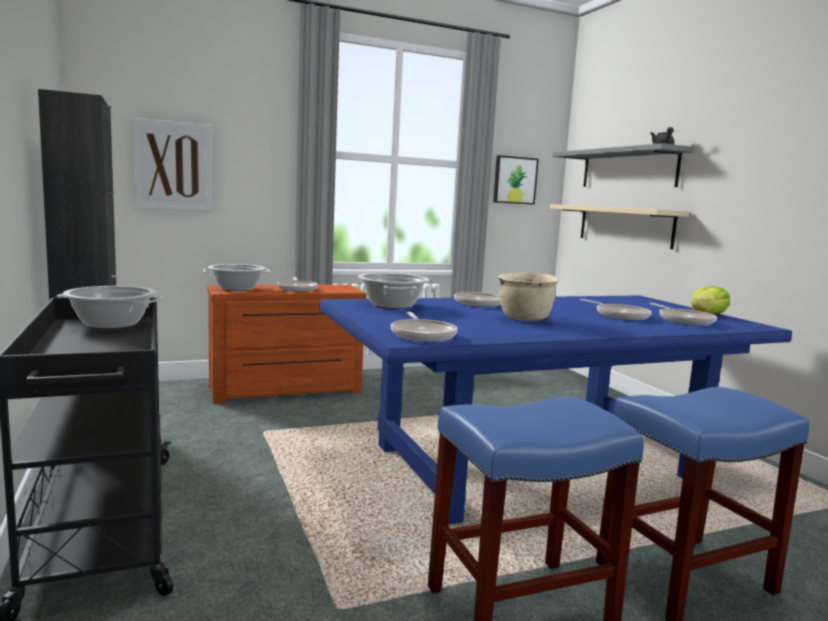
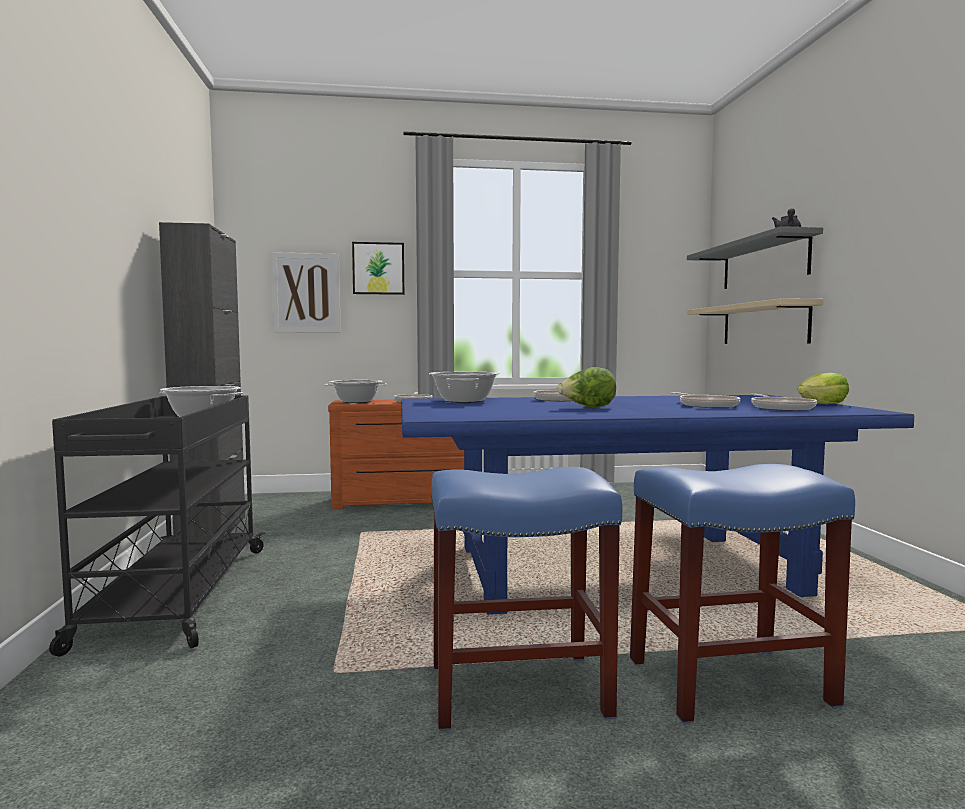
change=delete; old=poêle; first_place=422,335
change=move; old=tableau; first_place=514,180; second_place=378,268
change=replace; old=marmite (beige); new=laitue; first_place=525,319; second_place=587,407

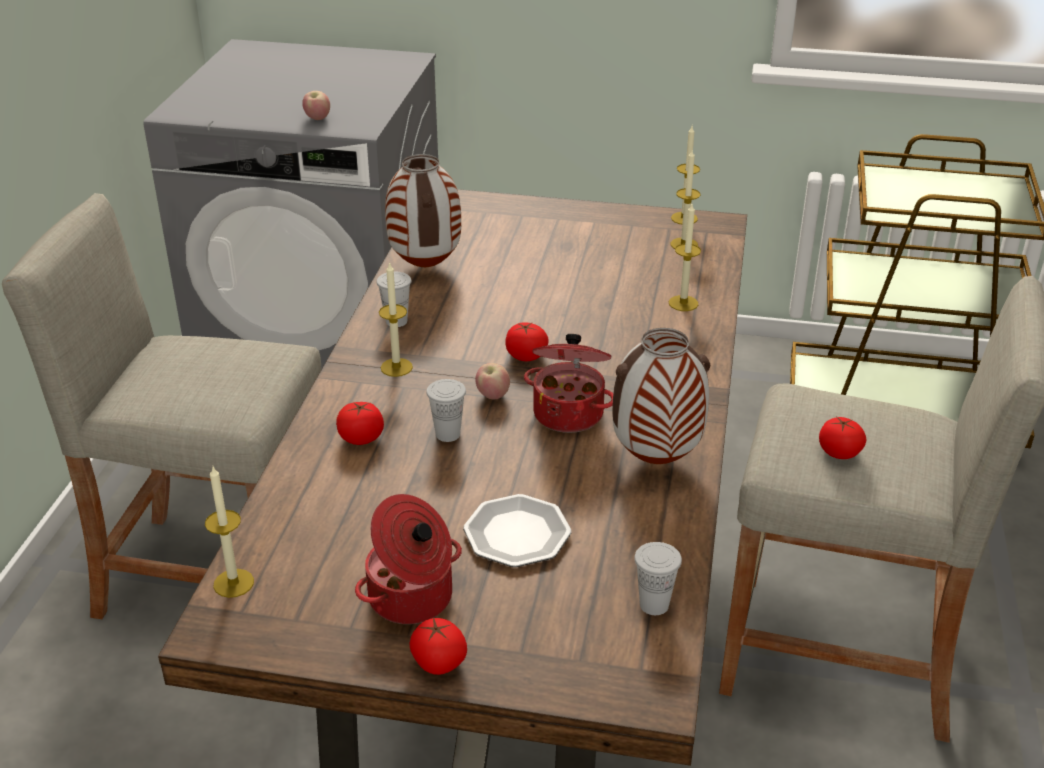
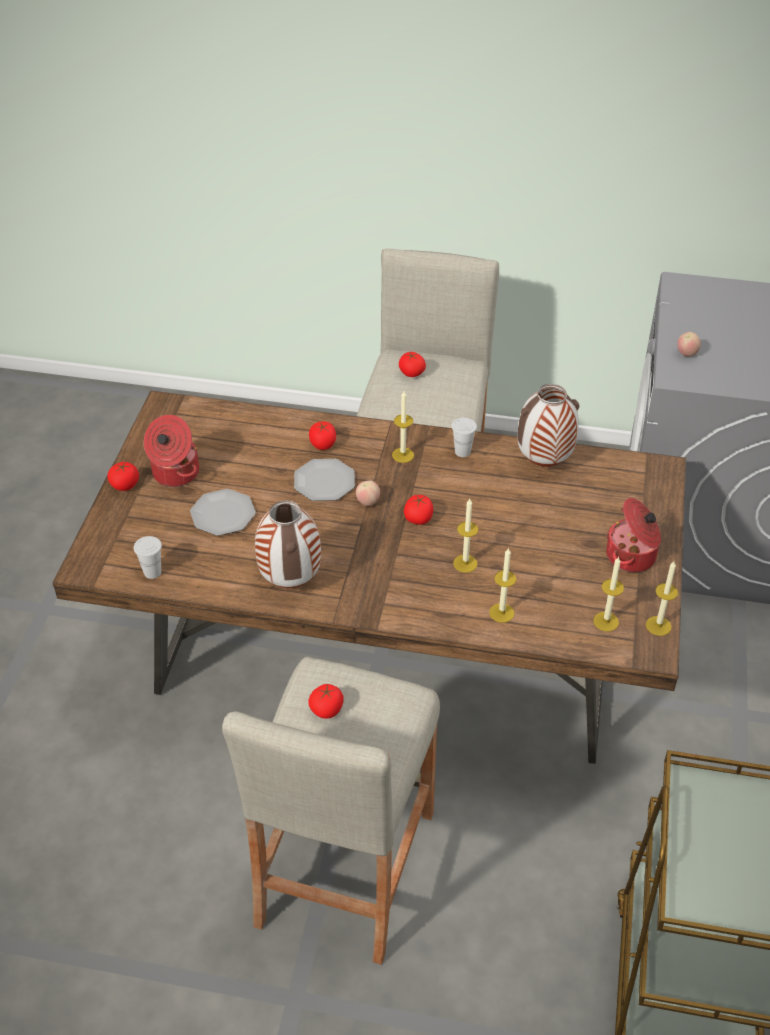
change=move; old=bougie; first_place=233,583; second_place=465,563
change=replace; old=tasse (blanc); new=assiette; first_place=448,434; second_place=325,482
change=move; old=marmite; first_place=569,413; second_place=632,556
change=insert; new=tomate; second_place=411,373

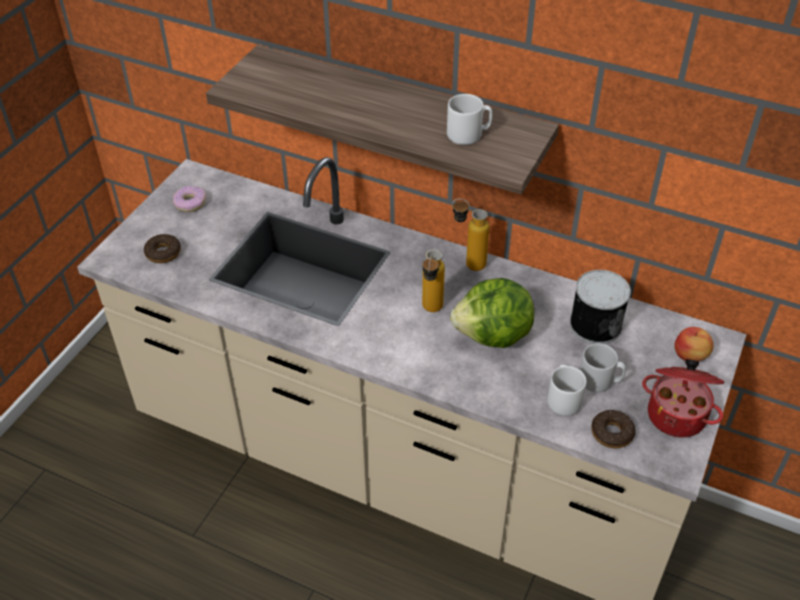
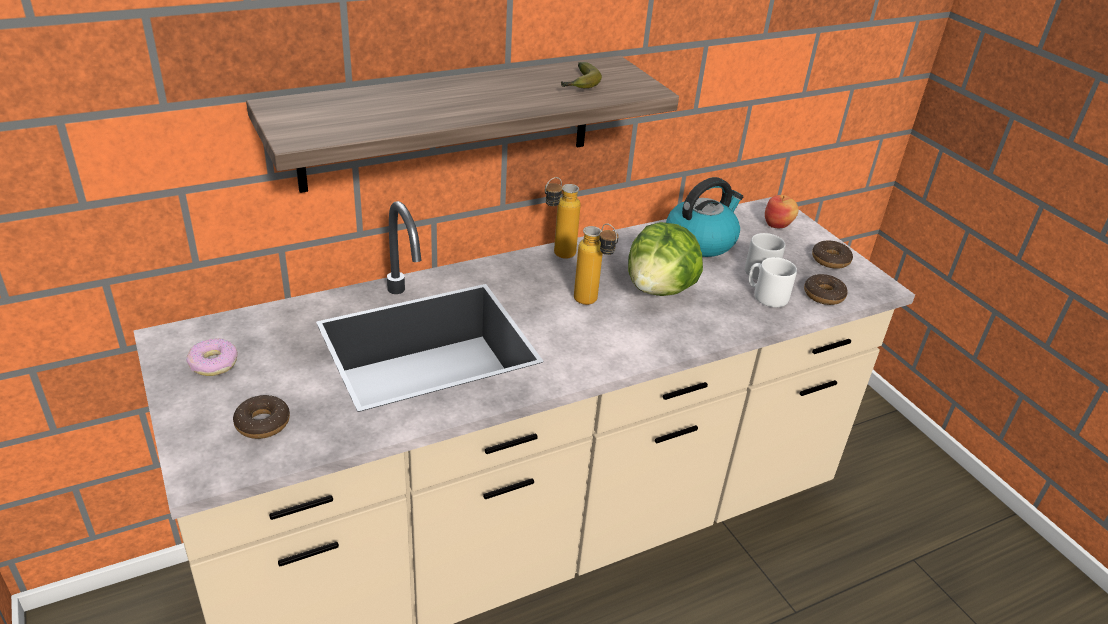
change=replace; old=mug (blanc); new=banane; first_place=468,135; second_place=580,84
change=replace; old=boîte métallique; new=bouilloire; first_place=594,324; second_place=701,241
change=replace; old=marmite; new=beignet; first_place=677,414; second_place=830,260

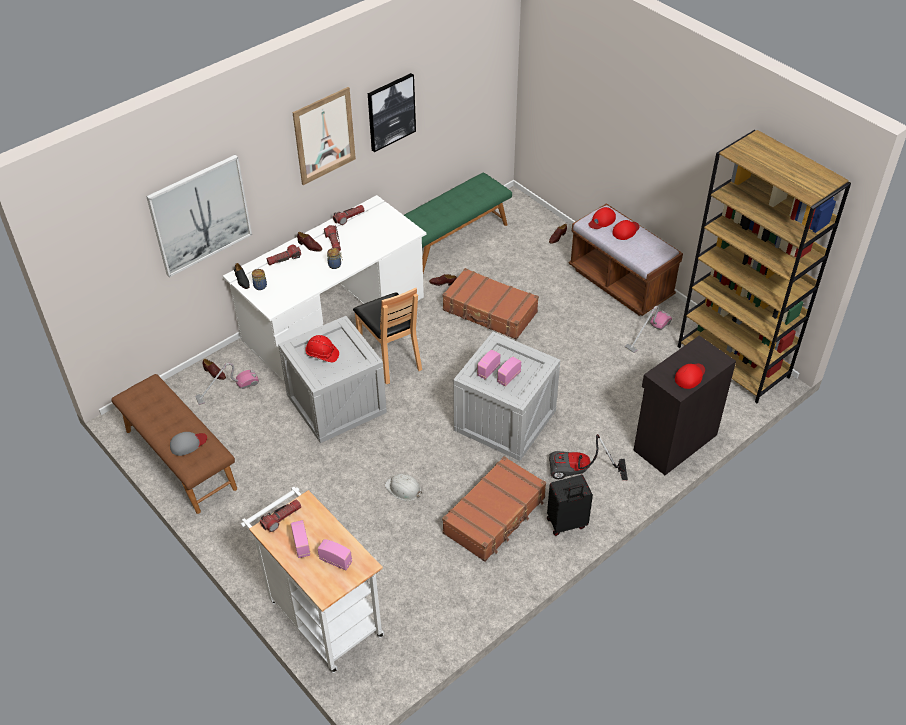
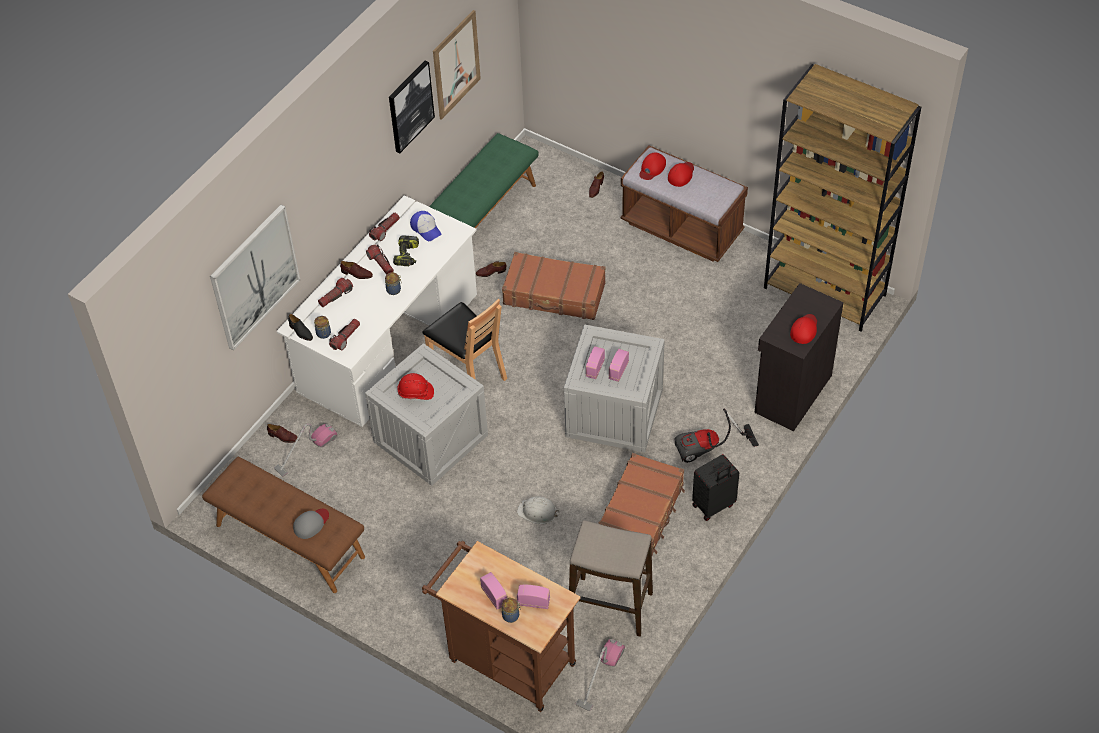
change=recolor; old=chariot (blanc); new=chariot (marron); first_place=321,614; second_place=505,659
change=move; old=lampe de poche; first_place=281,518; second_place=345,338
change=move; old=tableau; first_place=324,136; second_place=456,64
change=move; old=aspirateur; first_place=647,334; second_place=600,676
change=insert; new=perceuse; second_place=407,256
change=insert; new=casquette; second_place=426,229
change=insert; new=bocal; second_place=511,616
change=insert; new=tabouret; second_place=610,607

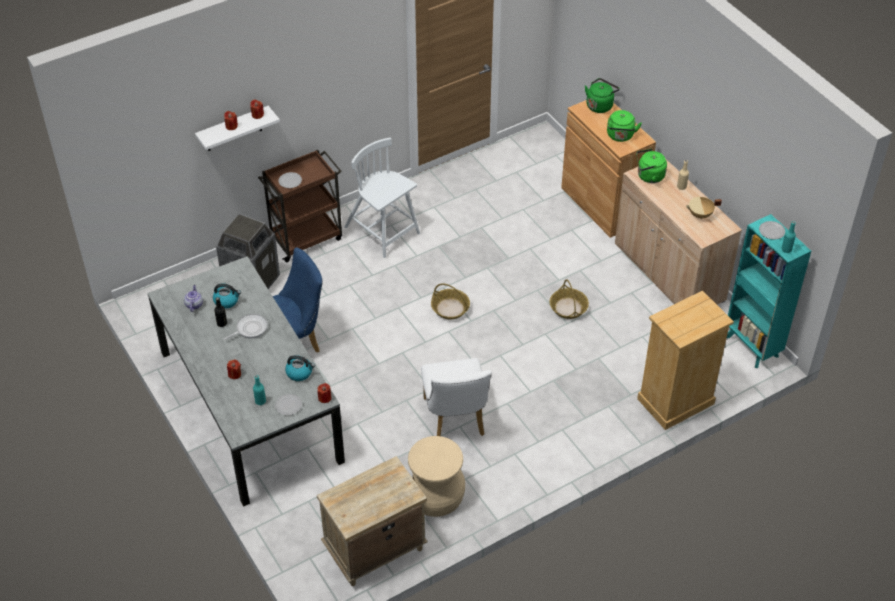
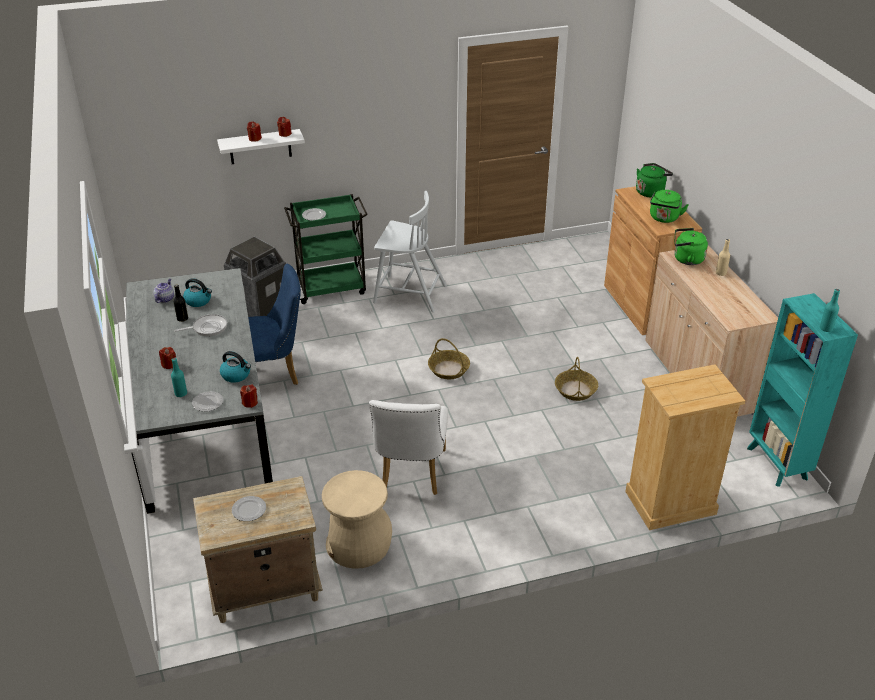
change=recolor; old=chariot (marron); new=chariot (vert); first_place=306,238; second_place=331,288
change=rotate; old=chaise (blanc); first_place=383,231; second_place=408,294; degrees=135
change=delete; old=marmite (beige); first_place=700,215
change=move; old=assiette; first_place=771,231; second_place=249,510

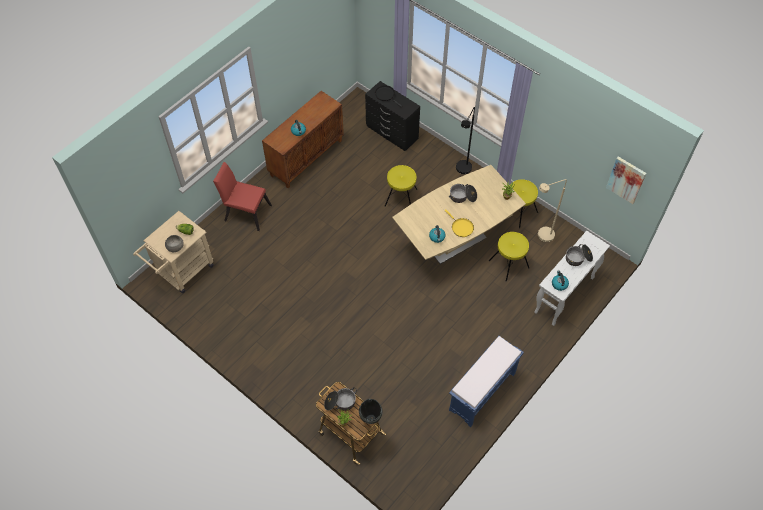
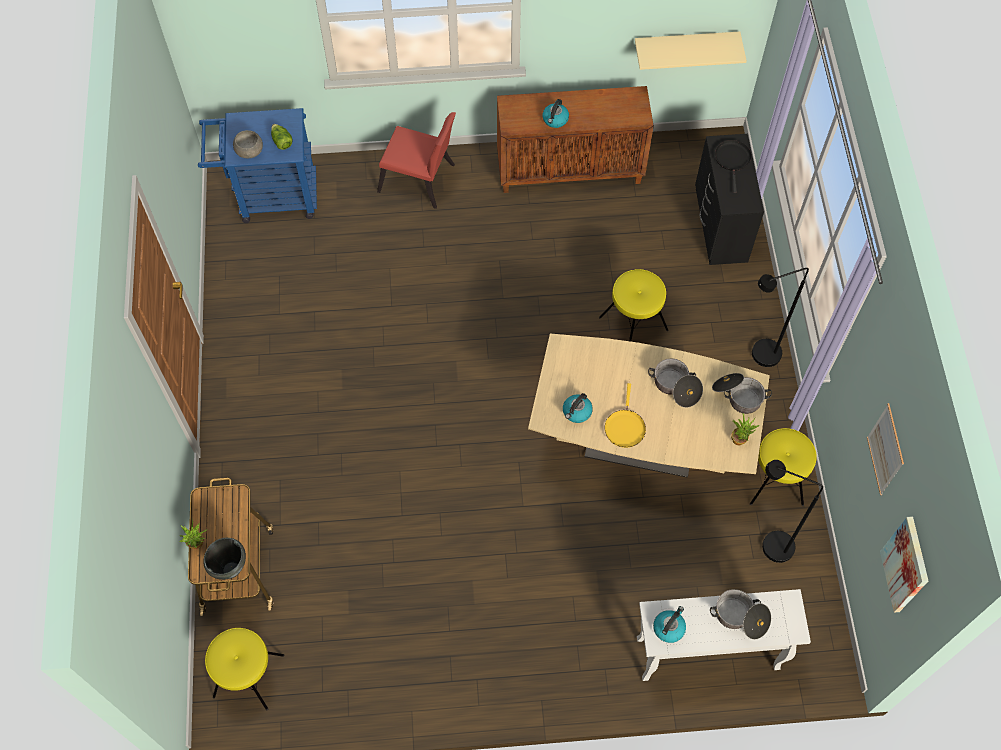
change=recolor; old=chariot (beige); new=chariot (bleu); first_place=182,272; second_place=270,197
change=rotate; old=chaise (rouge); first_place=245,211; second_place=421,181; degrees=135
change=move; old=marmite; first_place=340,402; second_place=738,396
change=delete; old=banc (bleu); first_place=482,392
change=move; old=tabouret (jaune); first_place=509,264; second_place=248,676
change=recolor; old=lampadaire (beige); new=lampadaire (noir); first_place=541,237; second_place=768,545
change=insert; new=étagère (beige); second_place=685,45
change=insert; new=tableau; second_place=885,449

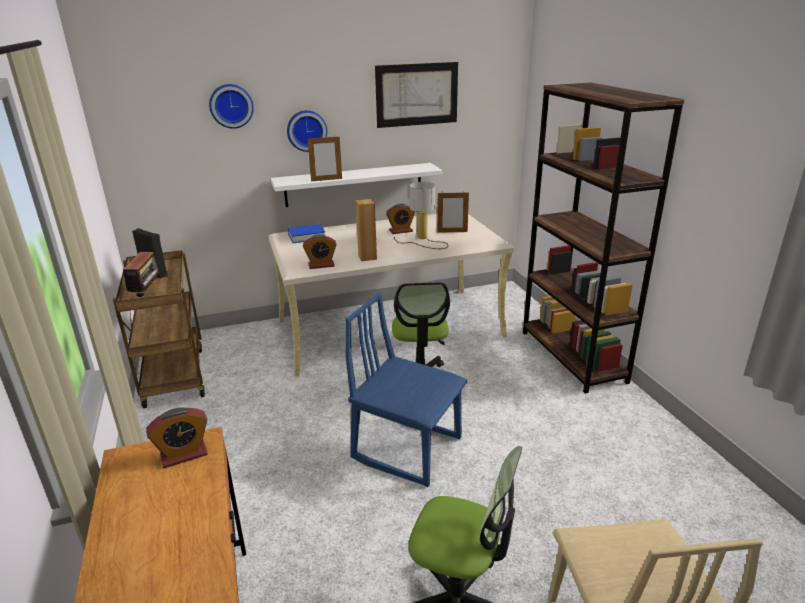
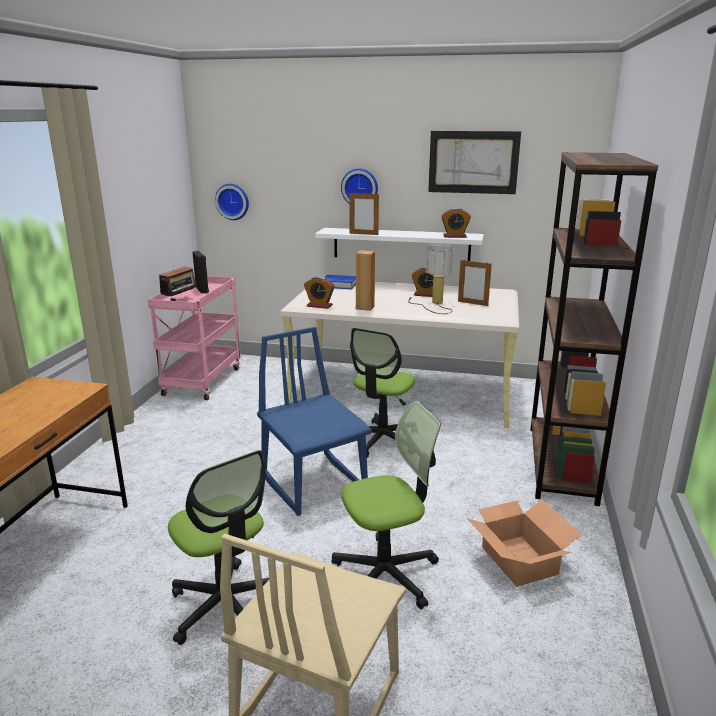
change=recolor; old=chariot (marron); new=chariot (rose); first_place=173,375; second_place=202,380
change=move; old=réveil; first_place=184,455; second_place=454,236
change=move; old=horloge murale; first_place=231,106; second_place=233,201
change=insert; new=chaise de bureau; second_place=386,574
change=insert; new=carton; second_place=519,559

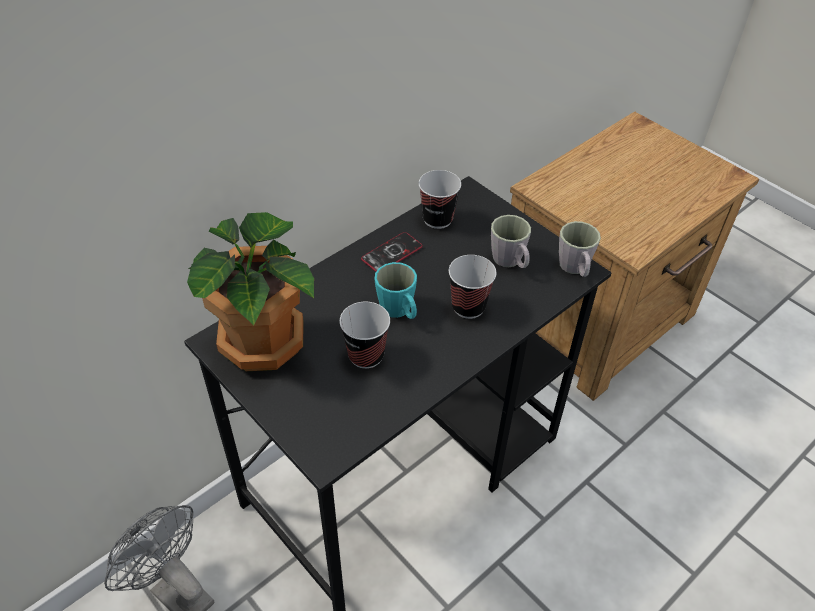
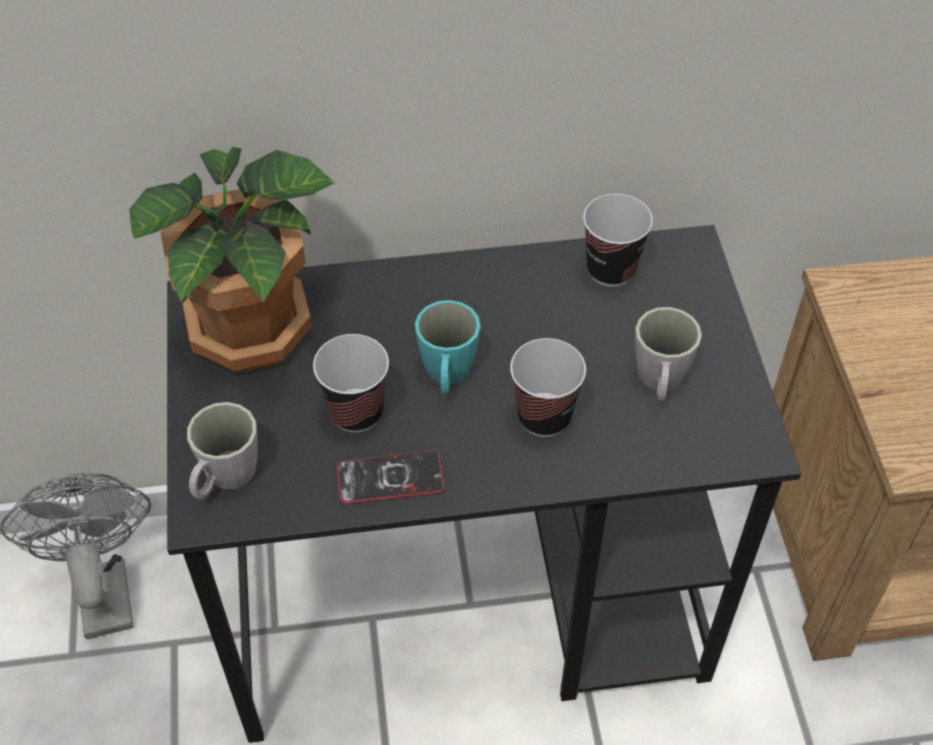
change=move; old=téléphone; first_place=392,253; second_place=390,478
change=move; old=mug (gris); first_place=575,269; second_place=225,479

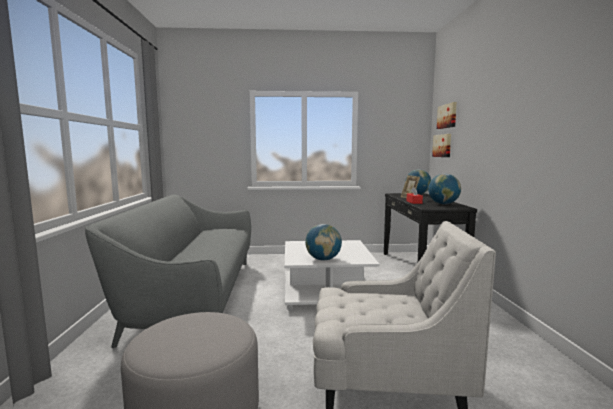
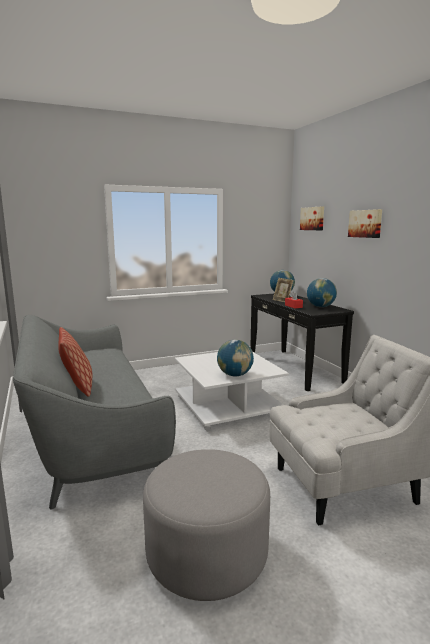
change=move; old=tableau; first_place=442,145; second_place=365,223
change=insert; new=coussin; second_place=78,387

